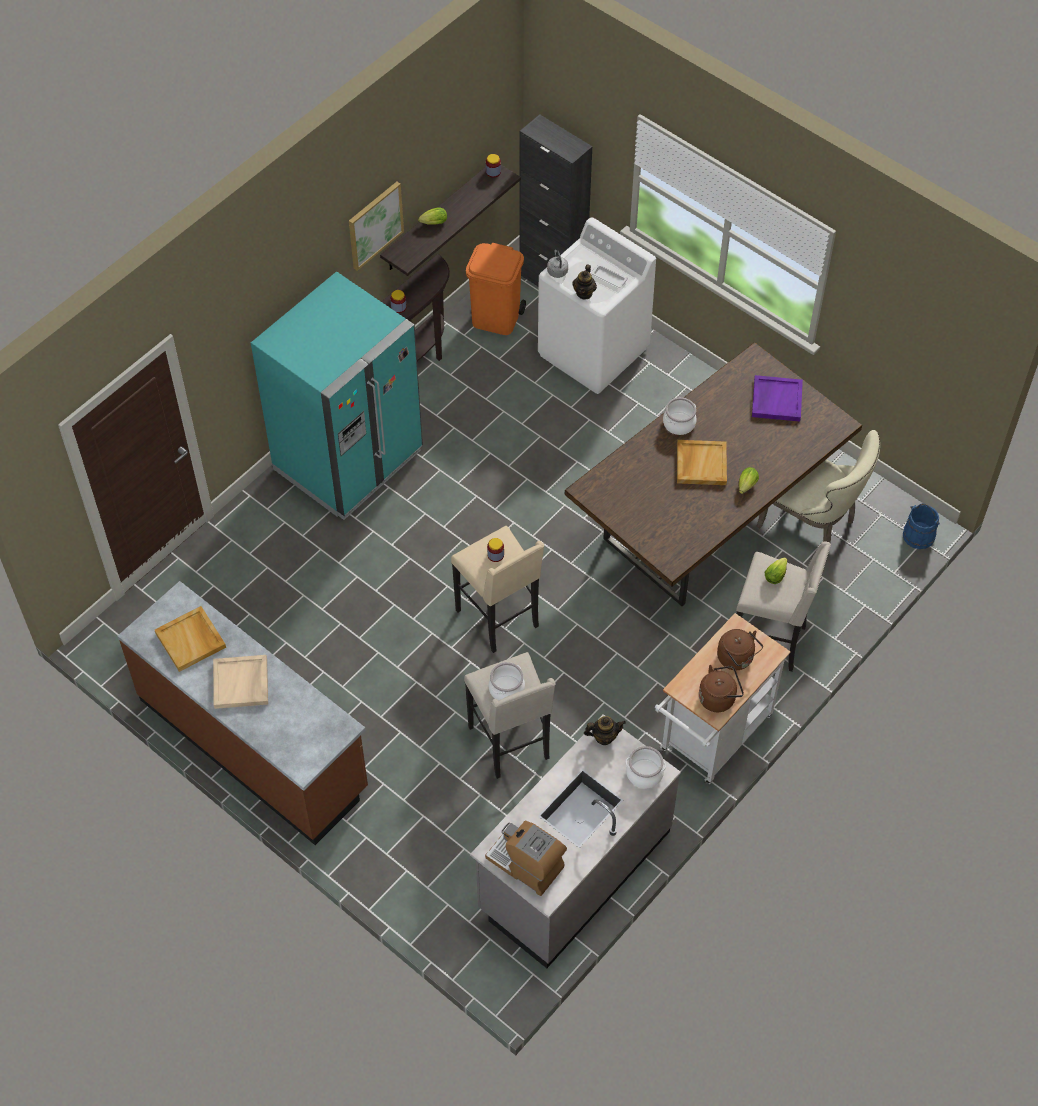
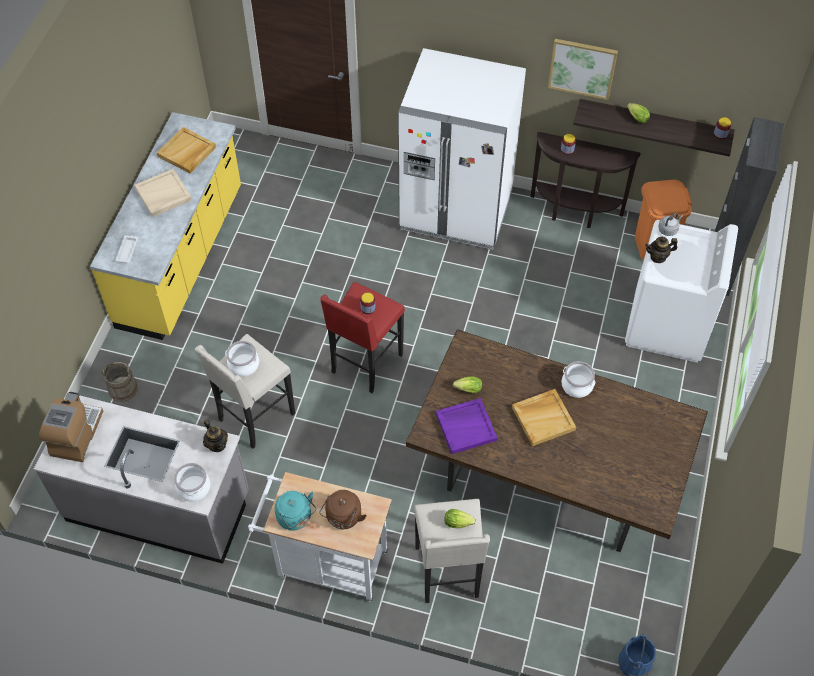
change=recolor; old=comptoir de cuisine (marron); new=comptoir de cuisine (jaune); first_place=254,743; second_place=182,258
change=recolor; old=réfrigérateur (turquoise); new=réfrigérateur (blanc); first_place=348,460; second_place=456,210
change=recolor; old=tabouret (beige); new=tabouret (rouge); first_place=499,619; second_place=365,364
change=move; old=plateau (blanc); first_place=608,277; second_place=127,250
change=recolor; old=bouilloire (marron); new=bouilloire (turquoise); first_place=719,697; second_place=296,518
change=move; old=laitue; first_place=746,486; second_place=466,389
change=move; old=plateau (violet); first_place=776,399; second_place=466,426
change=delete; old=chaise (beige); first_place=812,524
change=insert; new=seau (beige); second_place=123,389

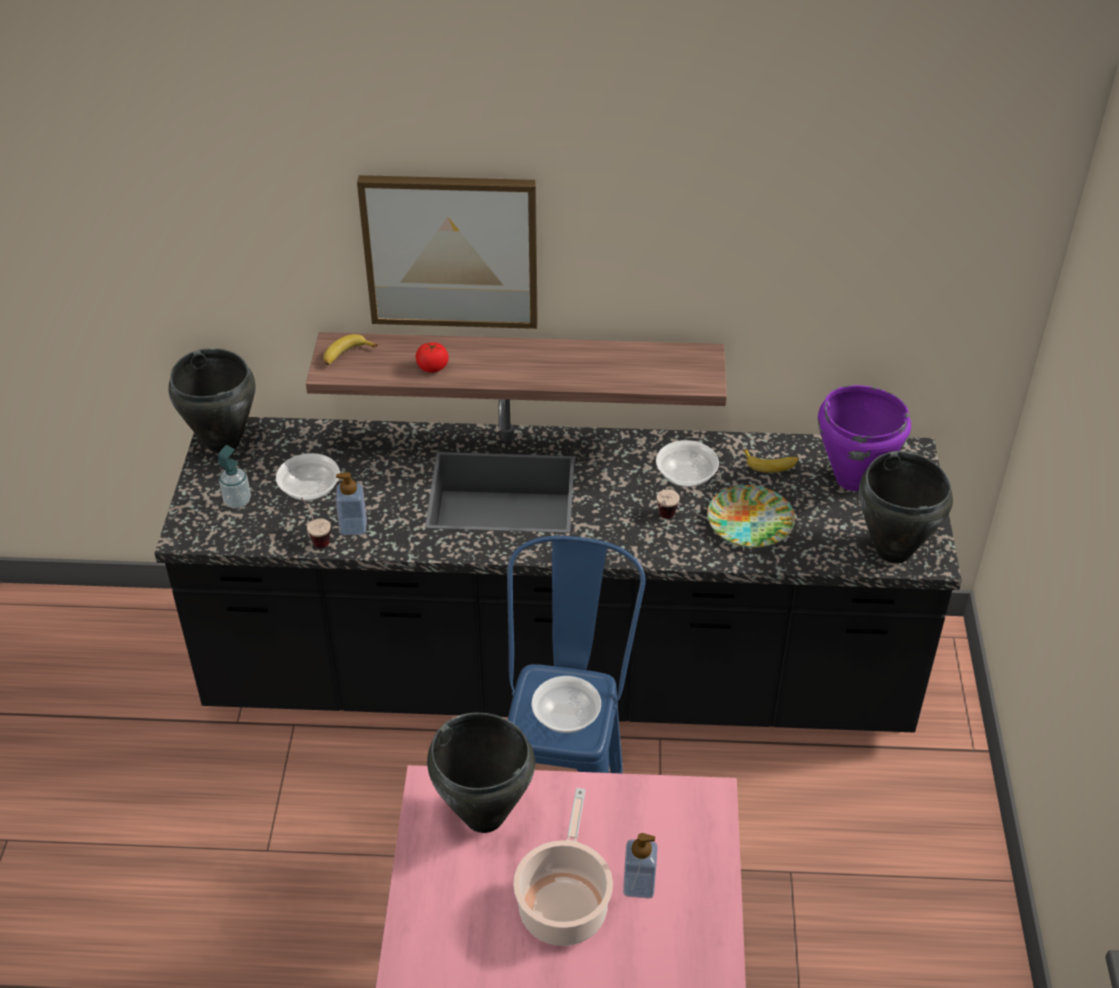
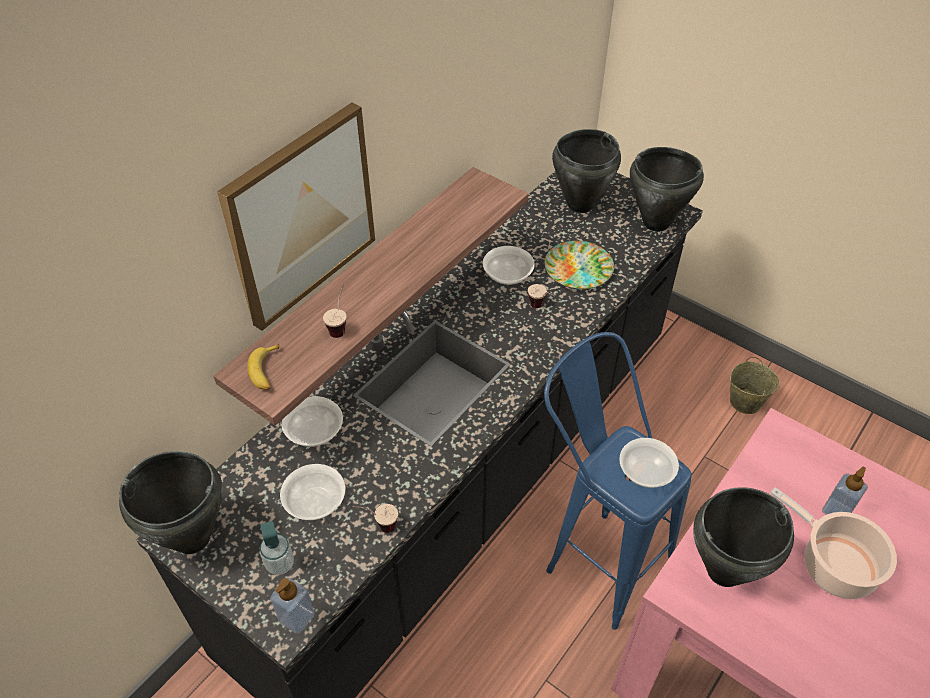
change=move; old=distributeur de savon; first_place=353,527; second_place=296,617
change=replace; old=tomate; new=tasse; first_place=432,367; second_place=340,325
change=delete; old=banane; first_place=770,464
change=recolor; old=marmite (violet); new=marmite (noir); first_place=852,479; second_place=579,204
change=insert; new=bol; second_place=314,431
change=insert; new=seau (beige); second_place=744,402

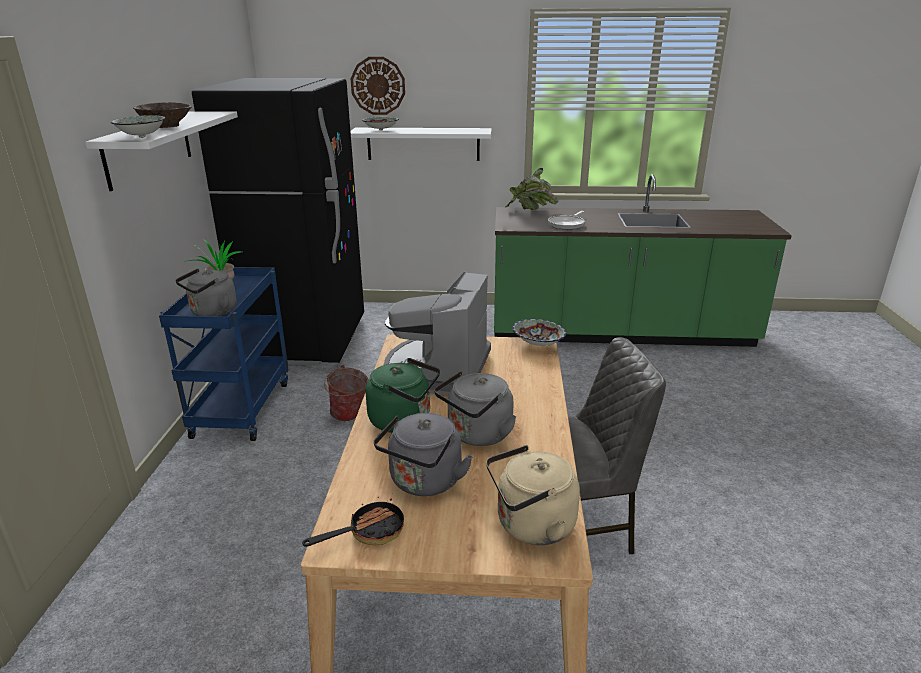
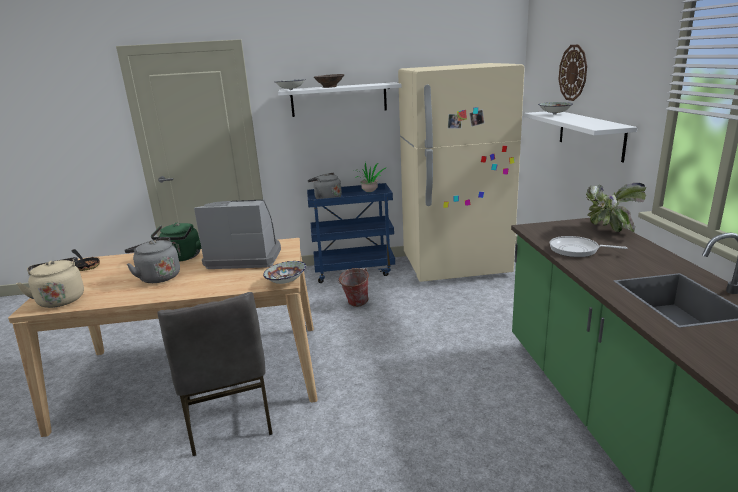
change=recolor; old=réfrigérateur (noir); new=réfrigérateur (beige); first_place=307,340; second_place=455,266
change=delete; old=bouilloire (gris); first_place=424,482

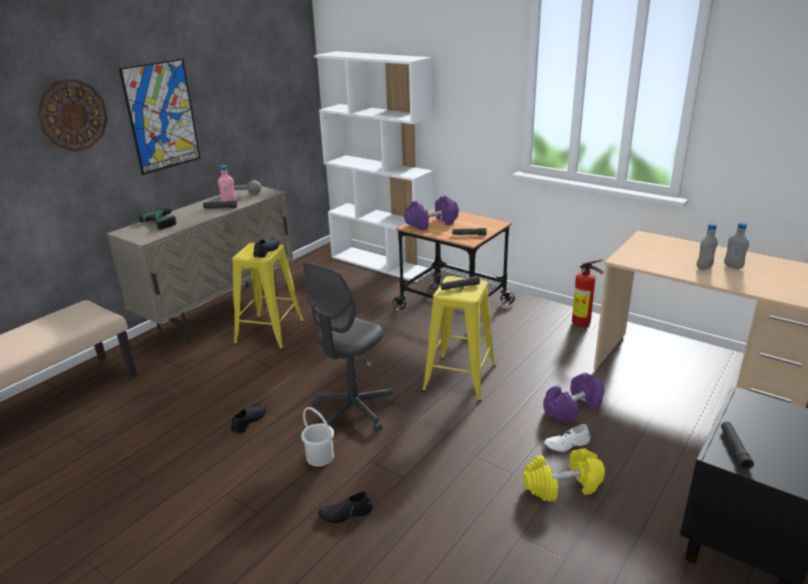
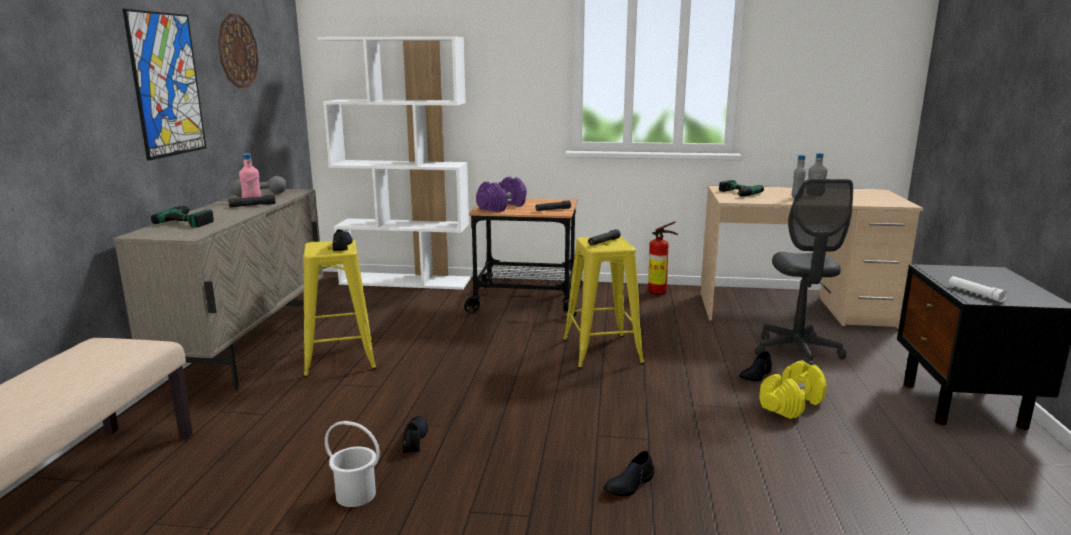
change=move; old=horloge murale; first_place=73,115; second_place=237,51
change=move; old=seau (blanc); first_place=319,457; second_place=356,495
change=move; old=chaise de bureau (gris); first_place=353,412; second_place=797,352
change=delete; old=haltère (violet); first_place=573,409
change=recolor; old=chaussure (blanc); new=chaussure (noir); first_place=567,444; second_place=755,375
change=recolor; old=lampe de poche (noir); new=lampe de poche (blanc); first_place=734,449; second_place=975,293
change=insert; new=perceuse; second_place=734,194

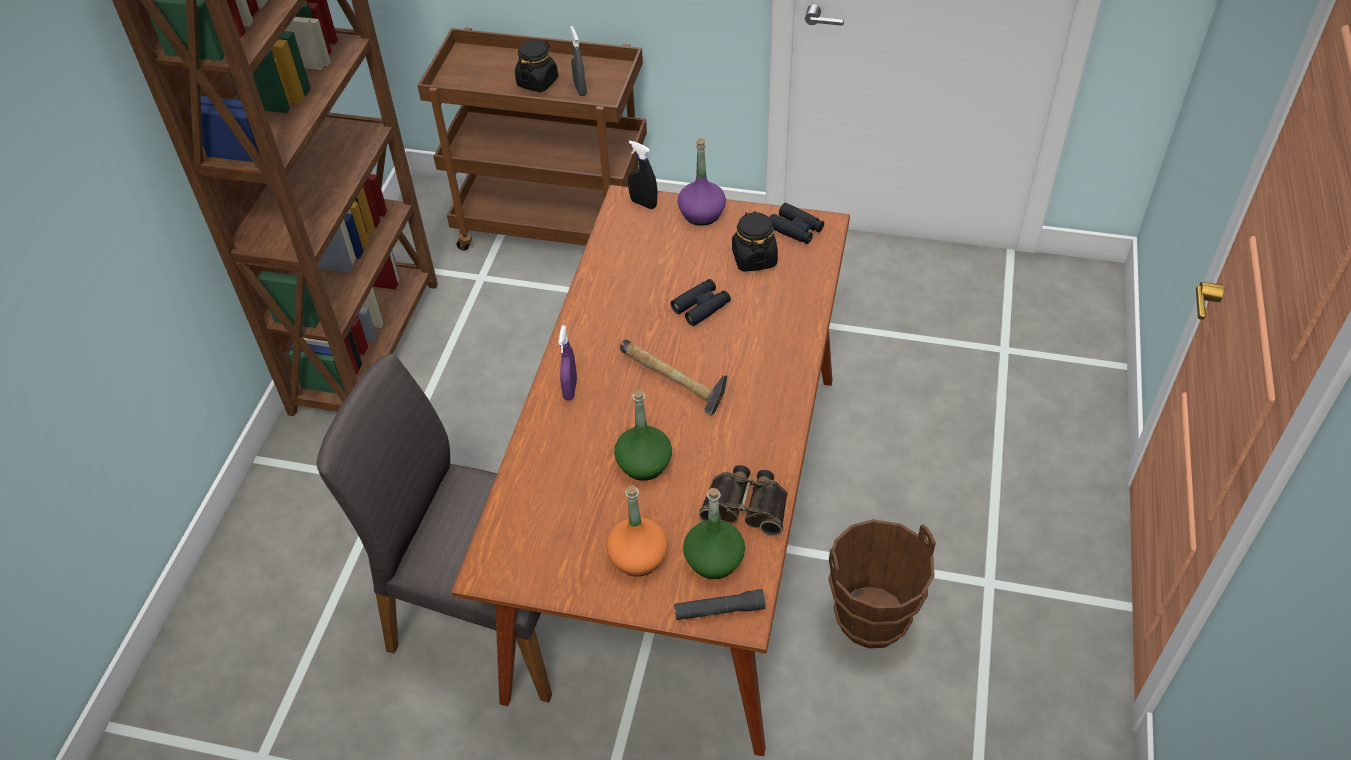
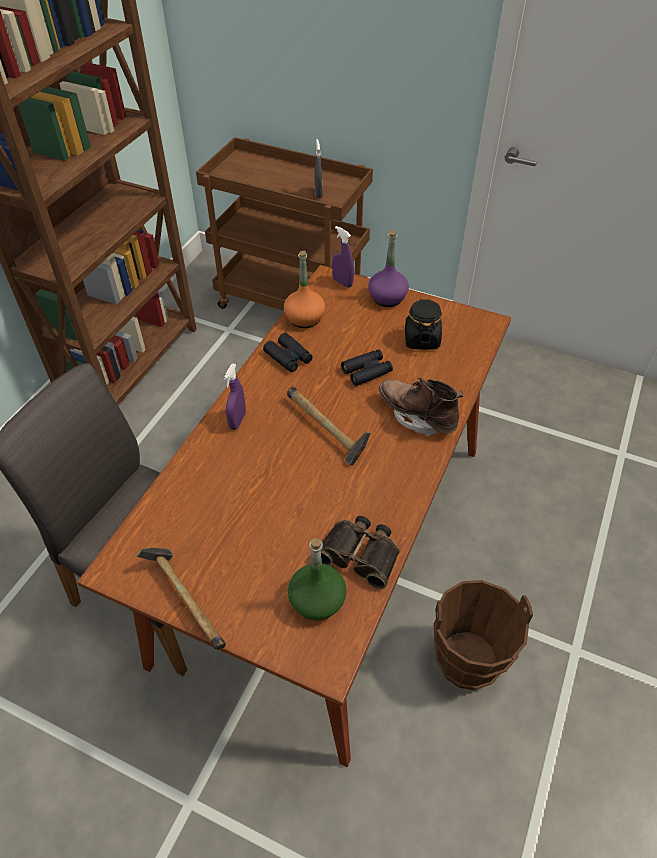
change=delete; old=bocal (noir); first_place=537,82
change=move; old=bouteille (orange); first_place=638,557; second_place=304,318
change=delete; old=bouteille (vert); first_place=644,464
change=recolor; old=vaporisateur (noir); new=vaporisateur (violet); first_place=643,203; second_place=342,282
change=delete; old=lampe de poche (noir); first_place=719,610
change=move; old=jumelles (noir); first_place=795,229; second_place=288,357
change=insert; new=marteau; second_place=186,600
change=insert; new=botte (marron); second_place=417,416

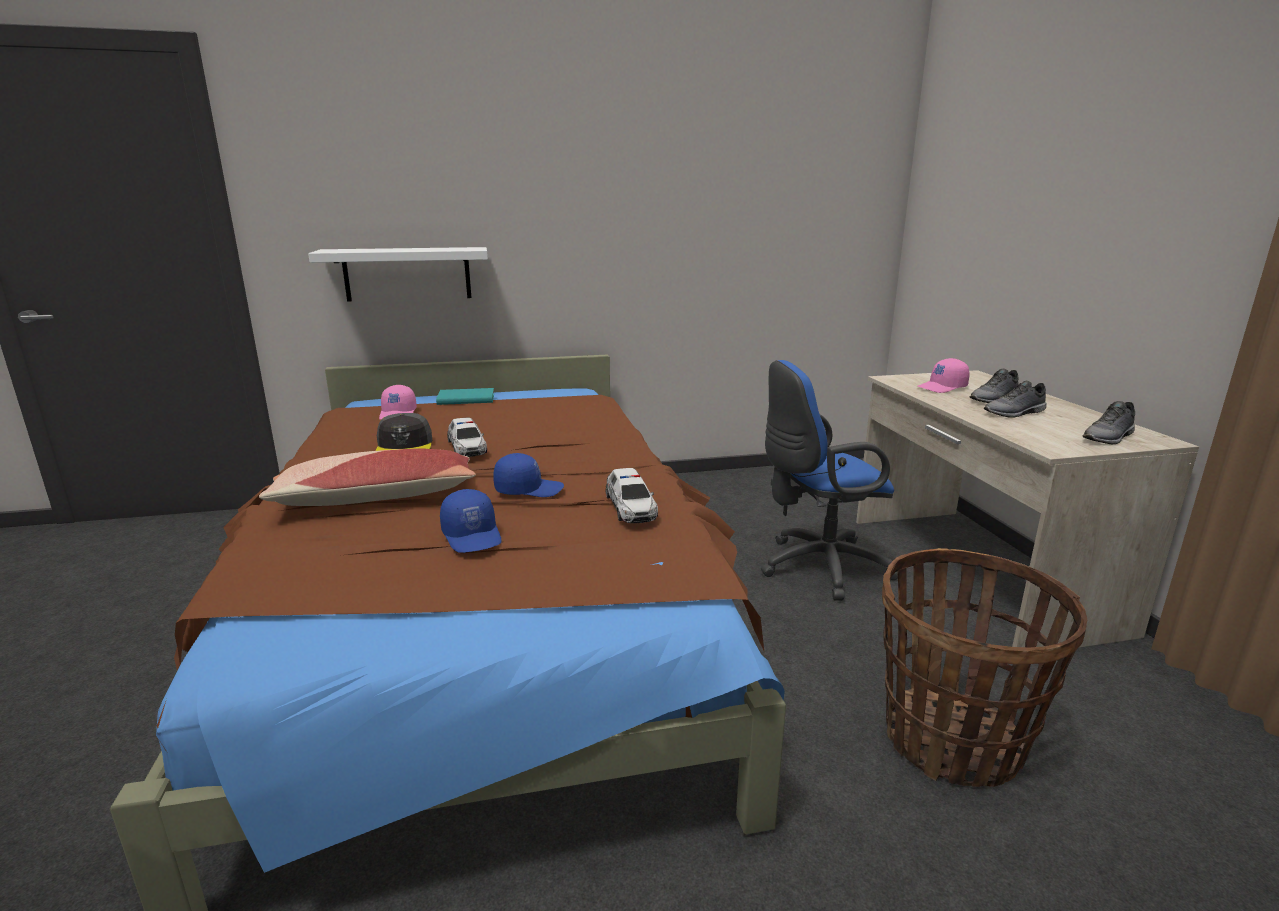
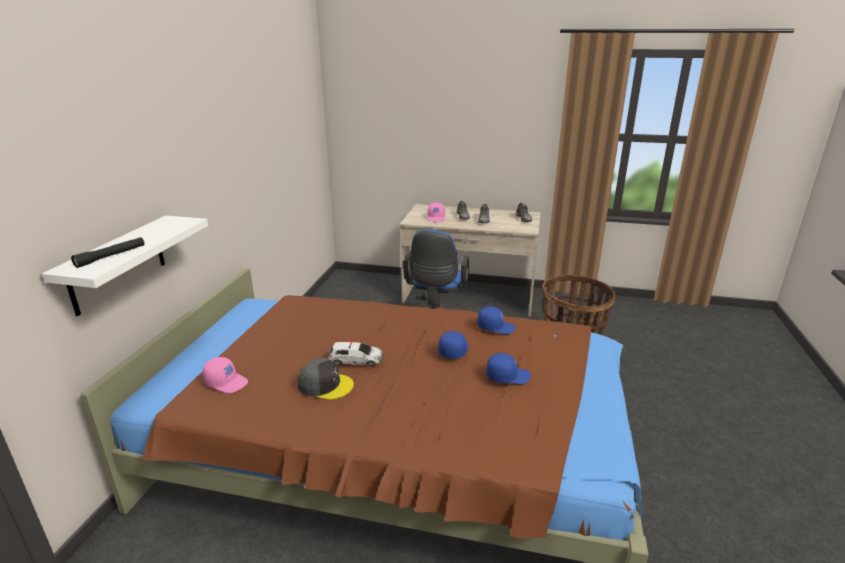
change=delete; old=coussin; first_place=375,498
change=delete; old=livre (turquoise); first_place=465,399
change=replace; old=petite voiture; new=casquette (bleu); first_place=631,506; second_place=496,327
change=insert; new=lampe de poche (noir); second_place=111,256

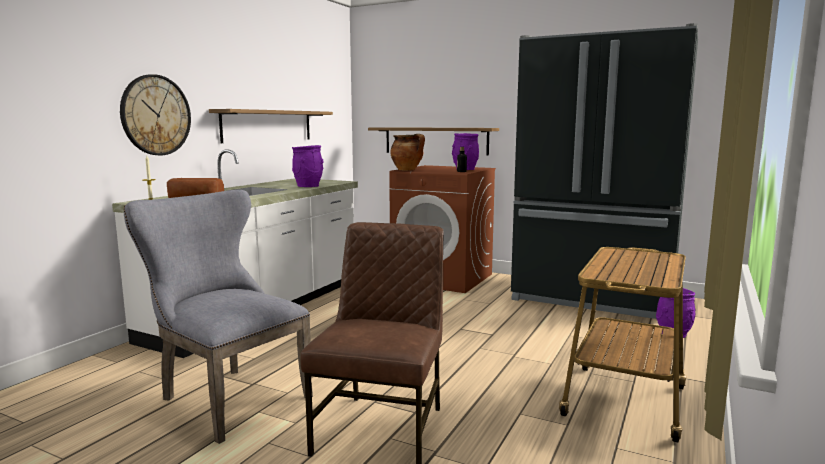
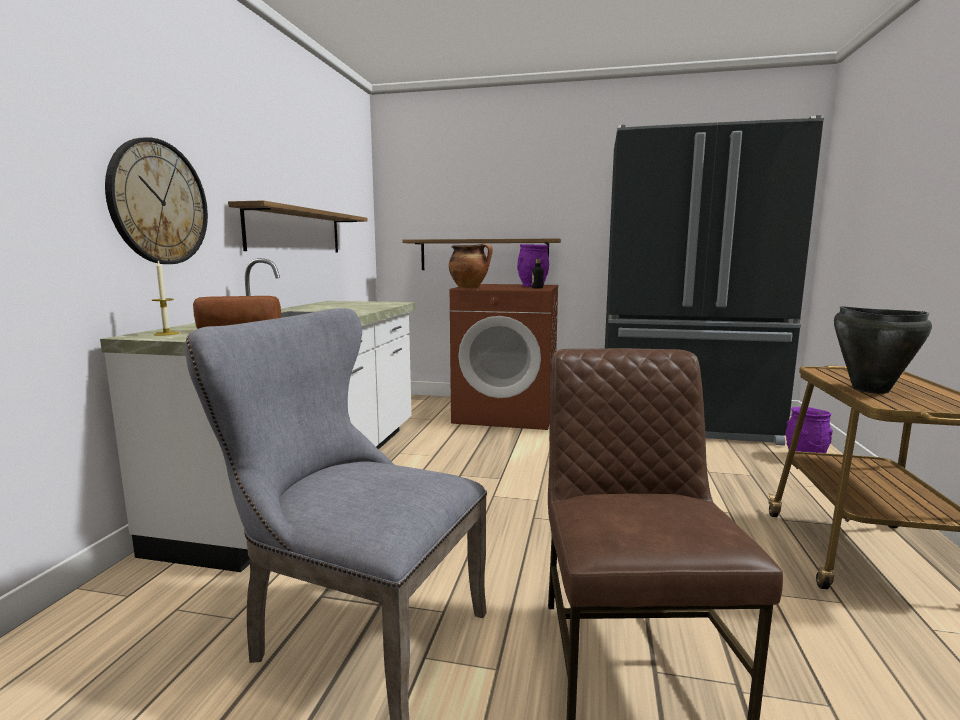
change=delete; old=vase (violet); first_place=308,186
change=insert; new=marmite (noir); second_place=869,389

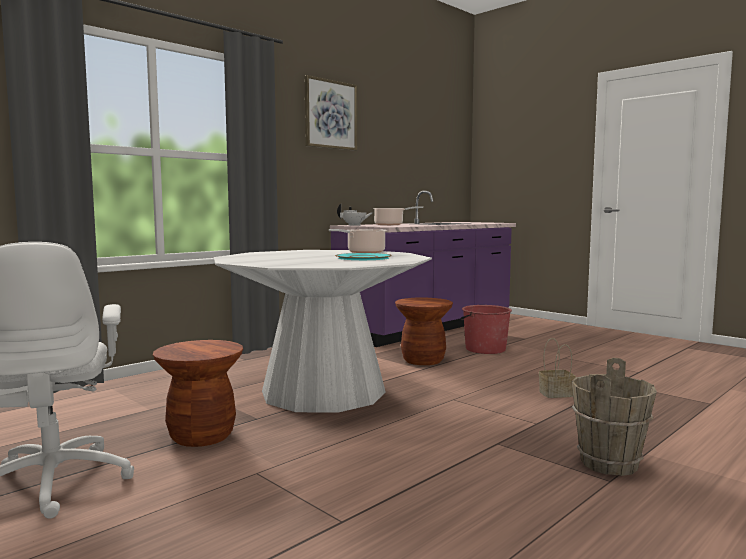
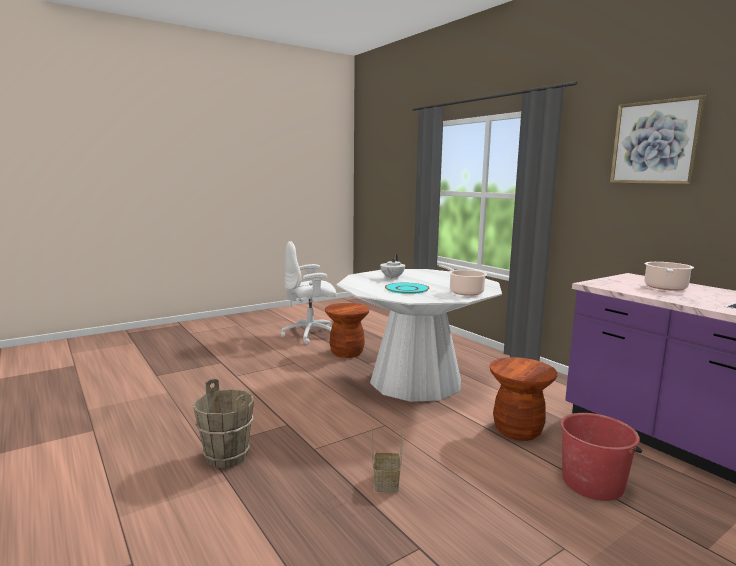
change=move; old=théière (blanc); first_place=354,225; second_place=392,278

